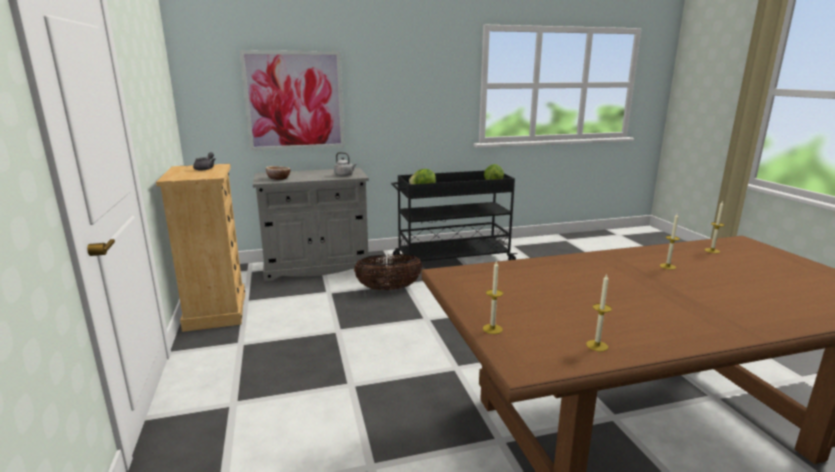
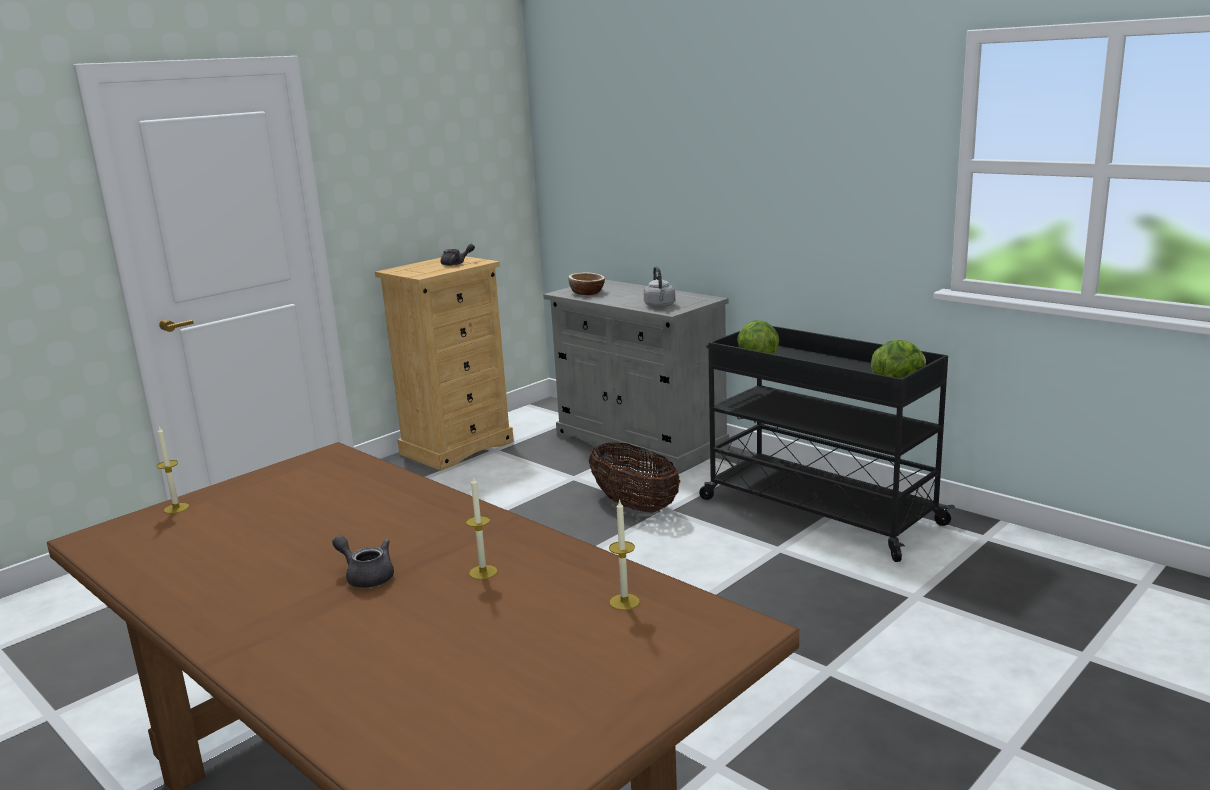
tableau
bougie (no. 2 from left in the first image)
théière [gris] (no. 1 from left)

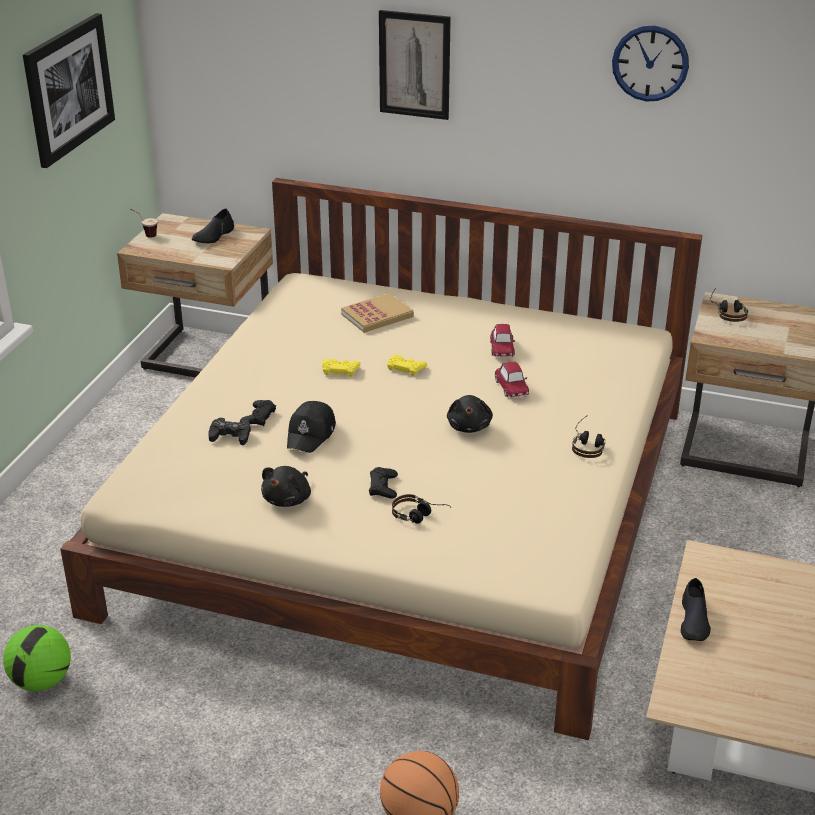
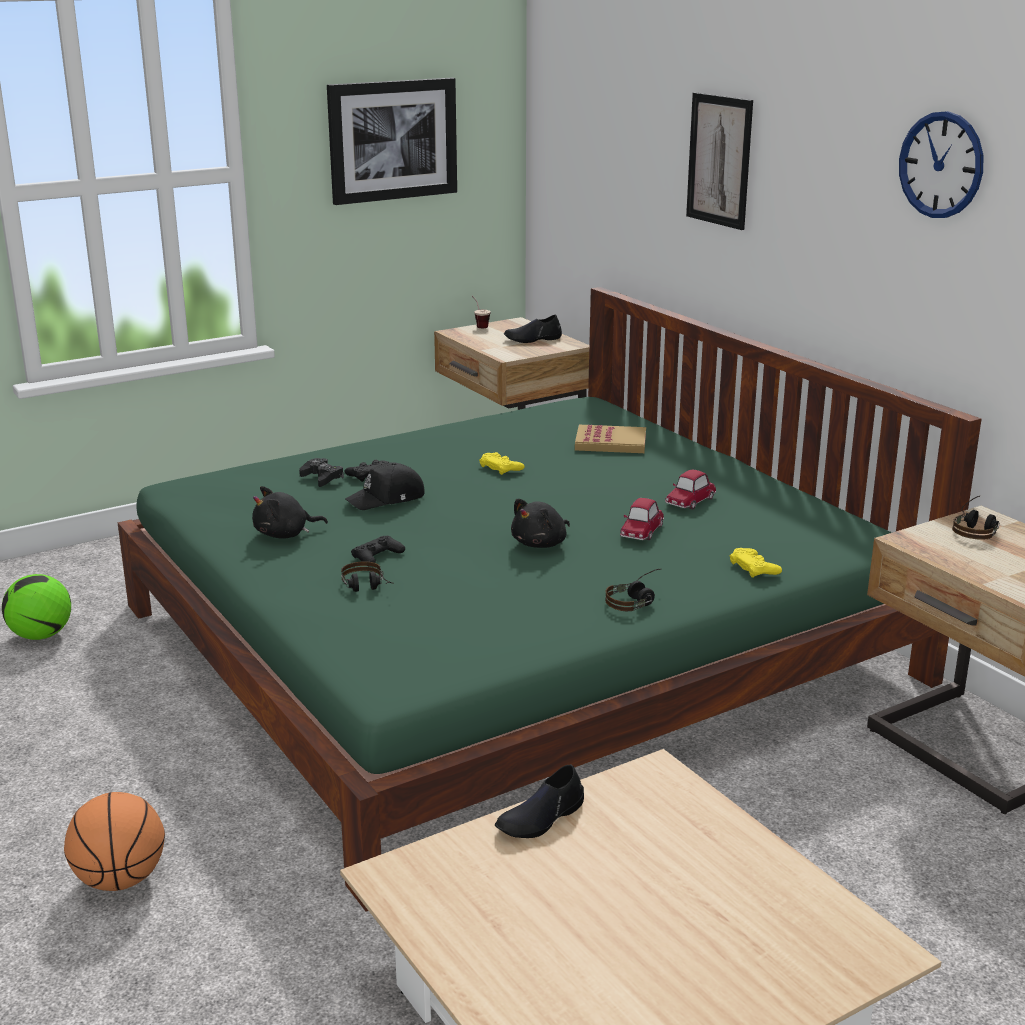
lit [vert]
manette [jaune] (no. 2 from left)

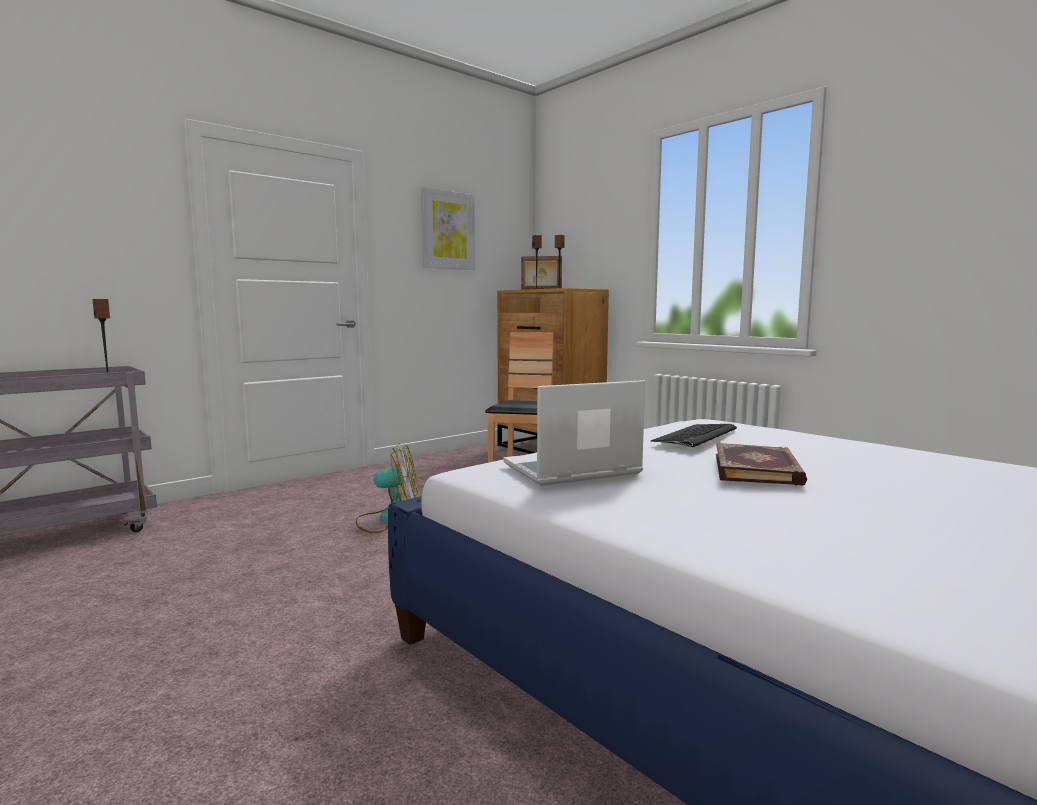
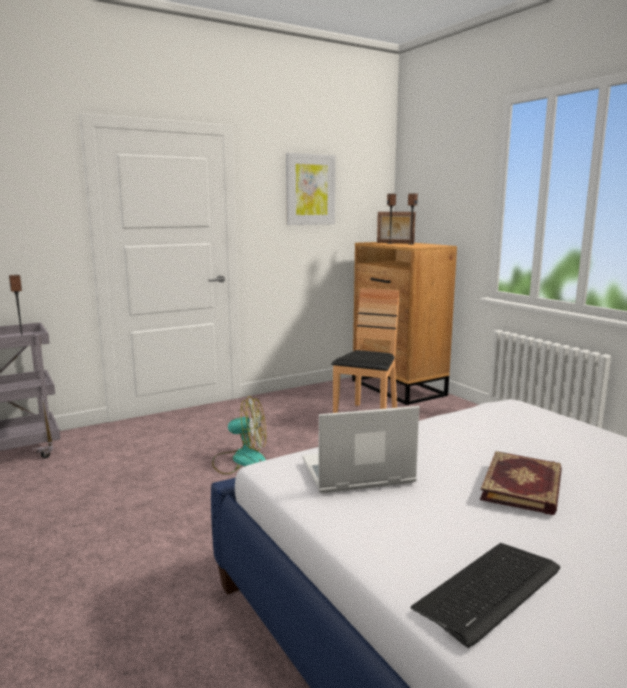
clavier

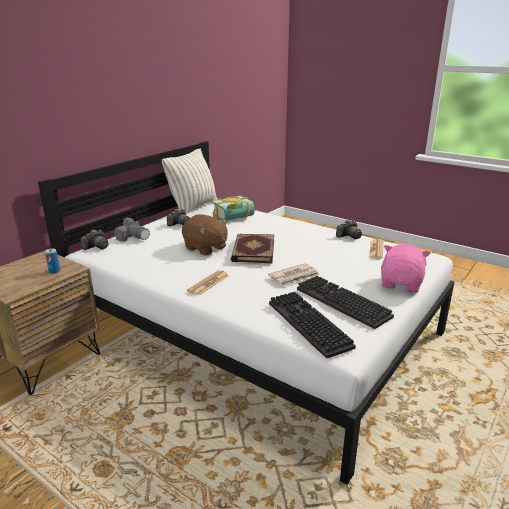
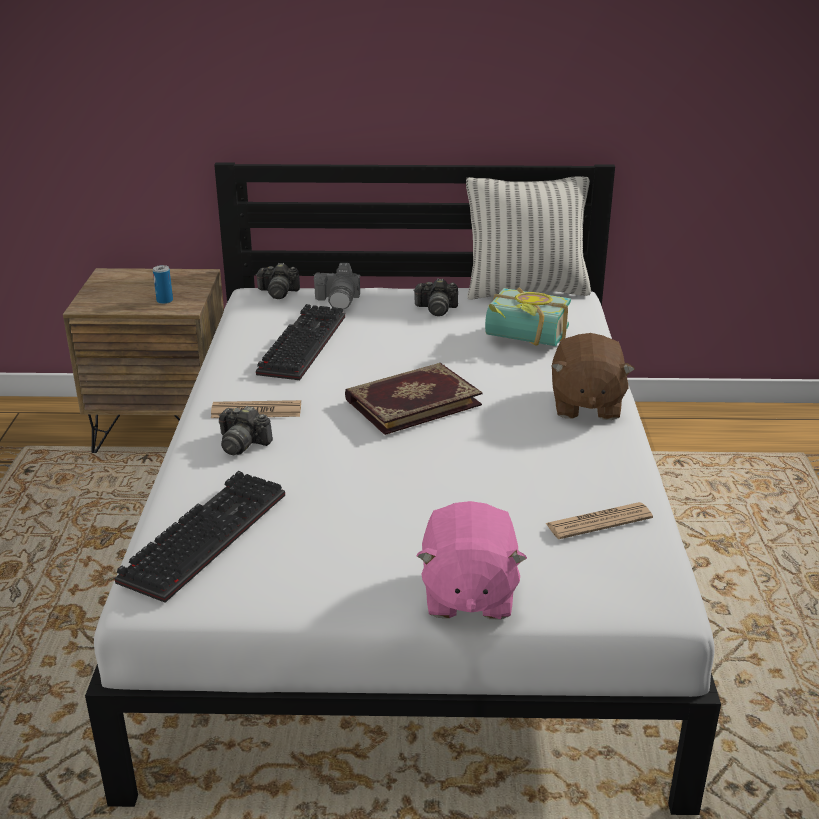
peluche [marron]
journal (no. 2 from left in the first image)
clavier (no. 2 from left)
appareil photo (no. 1 from left)
peluche [rose]

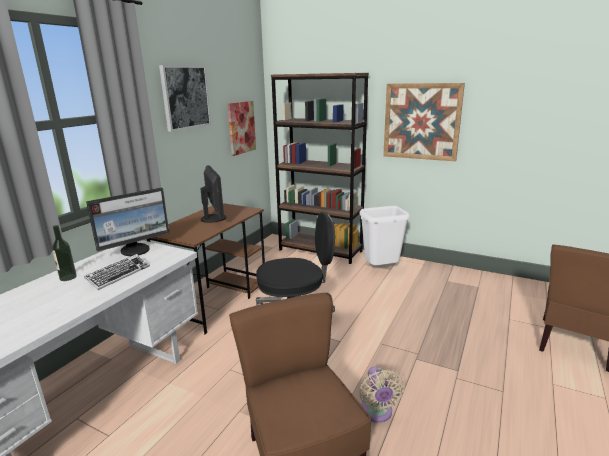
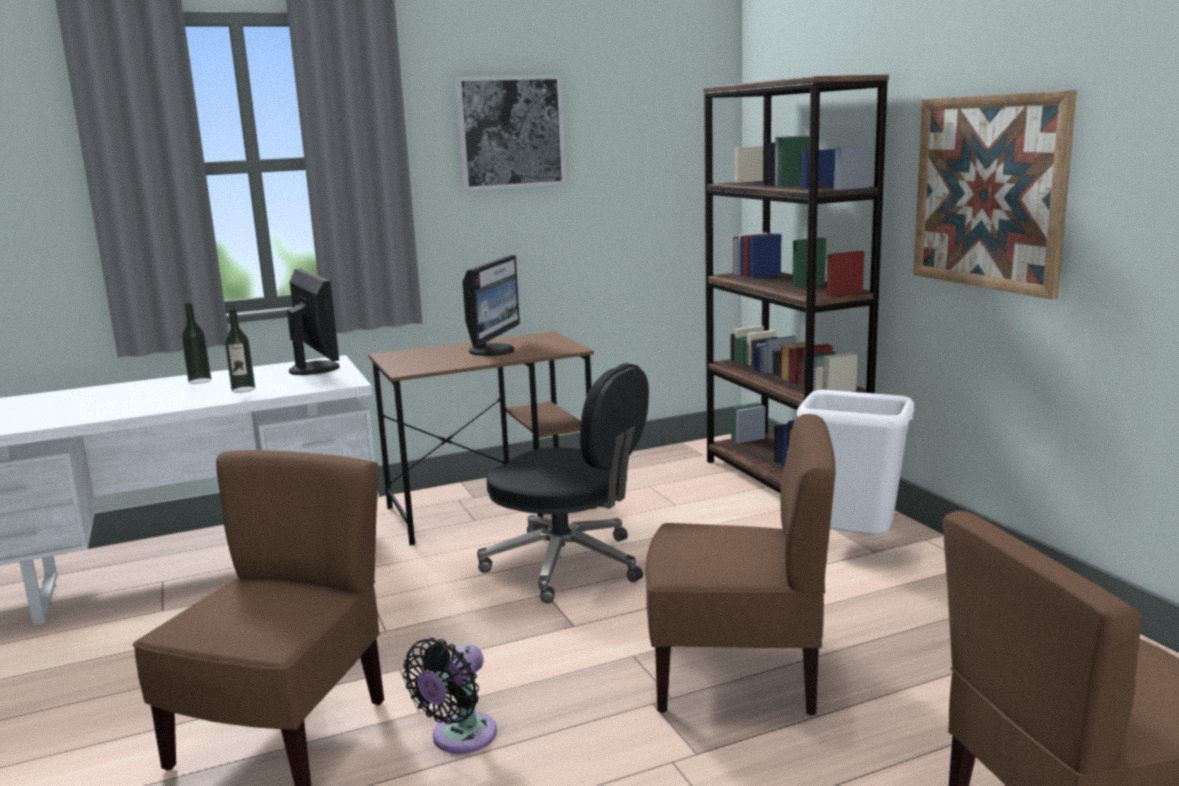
bouteille (no. 2 from left)
écran d'ordinateur (no. 1 from left)
tableau (no. 2 from left in the first image)
ventilateur [noir]
chaise [marron] (no. 2 from left)

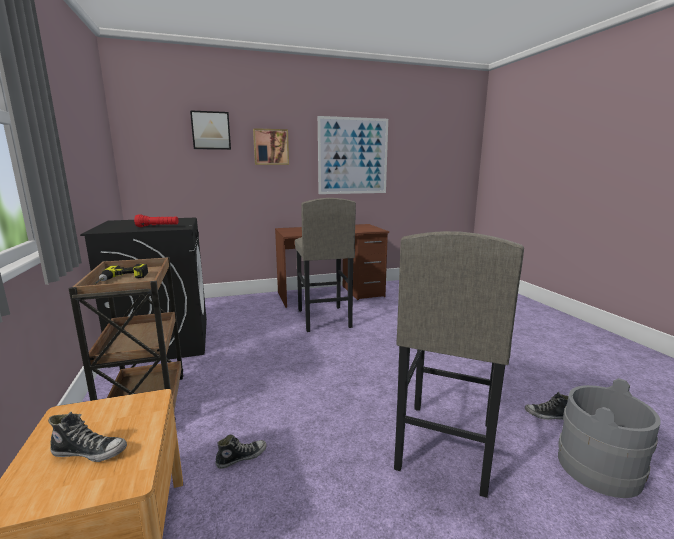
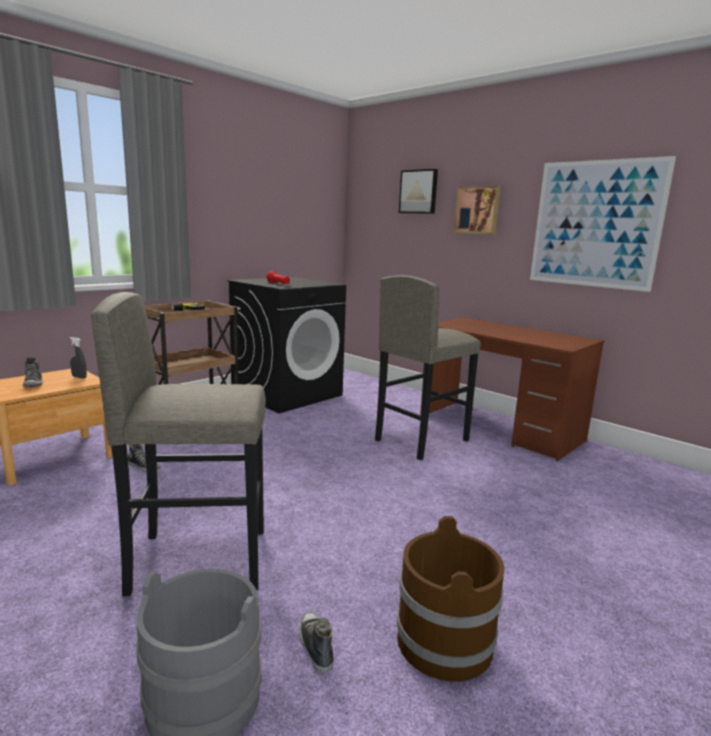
vaporisateur [gris]
seau [marron]

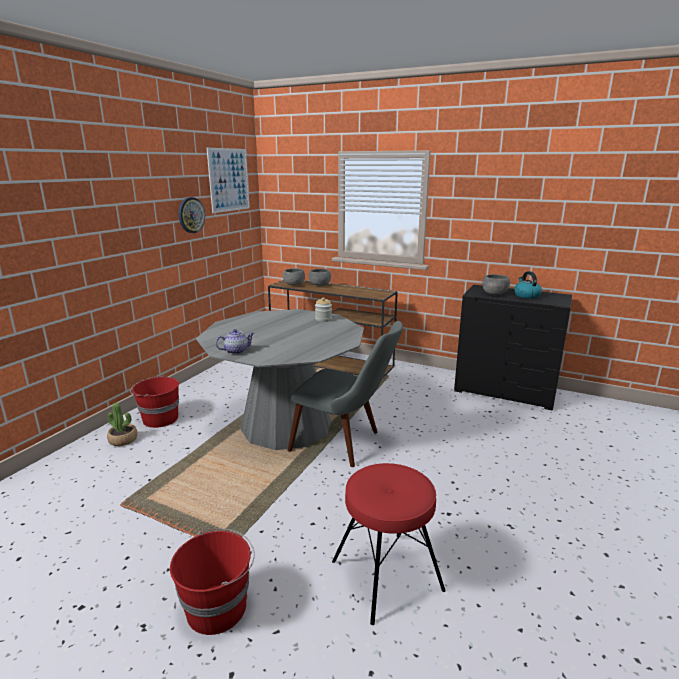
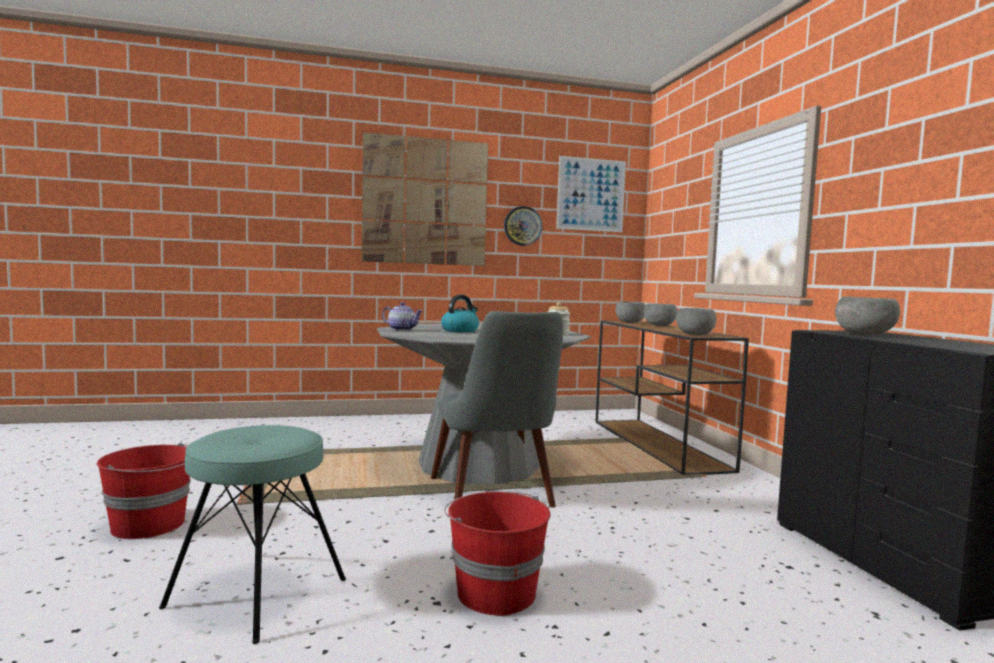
plante en pot
seau [rouge] (no. 2 from left)
tabouret [turquoise]
bouilloire
tableau (no. 1 from left)
bol [gris] (no. 3 from left)

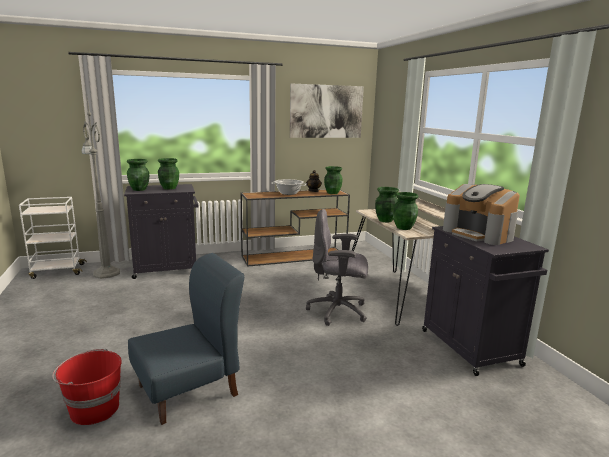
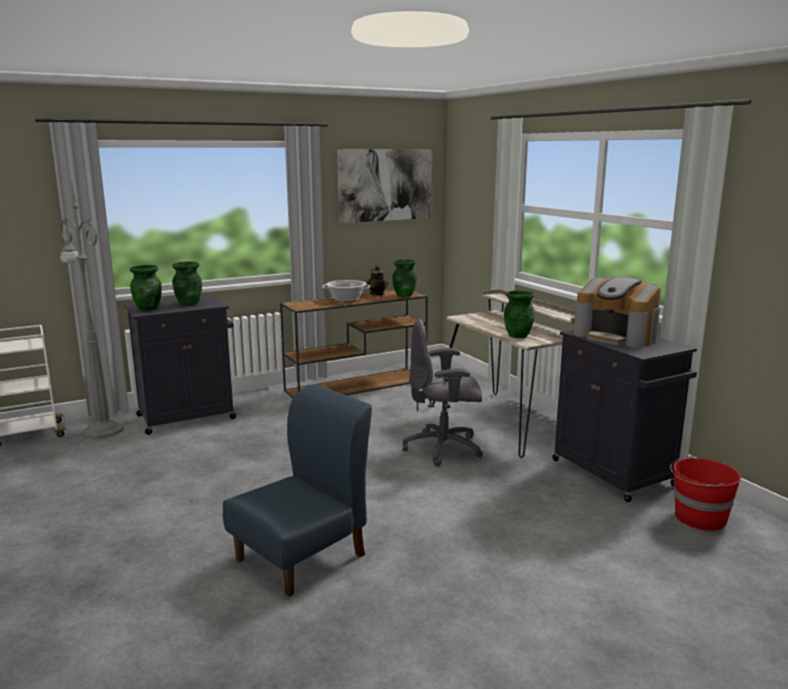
seau [rouge]
vase [vert] (no. 4 from left in the first image)

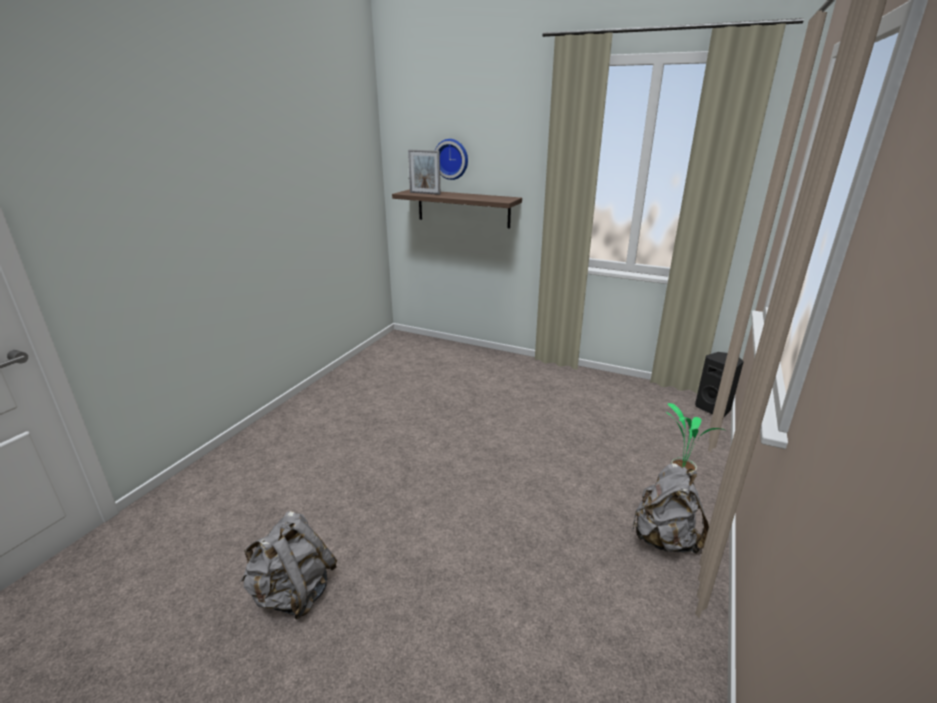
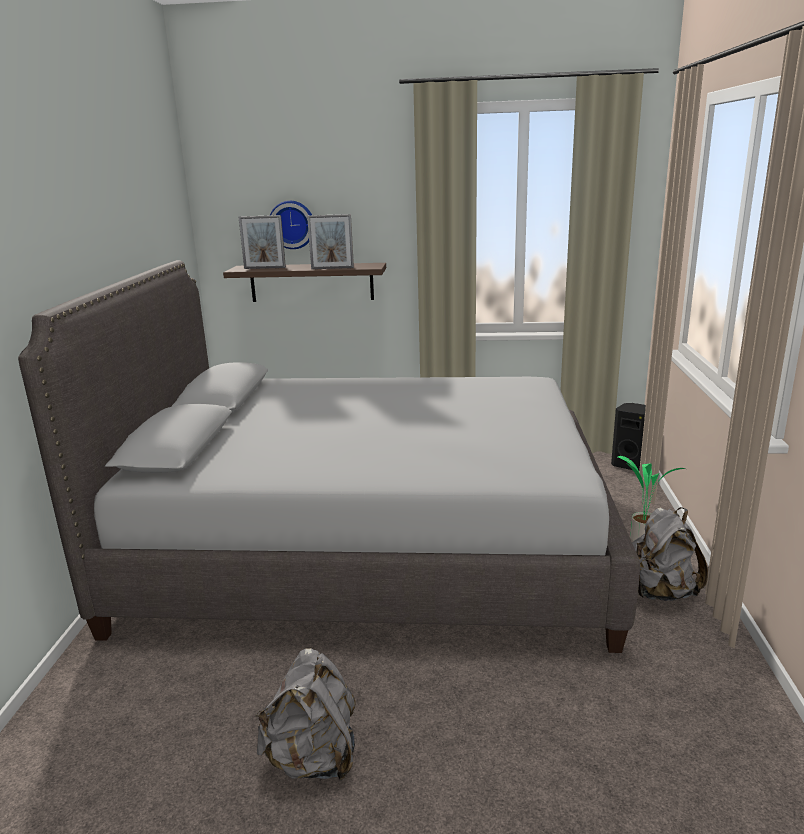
lit [gris]
cadre photo (no. 2 from left)

